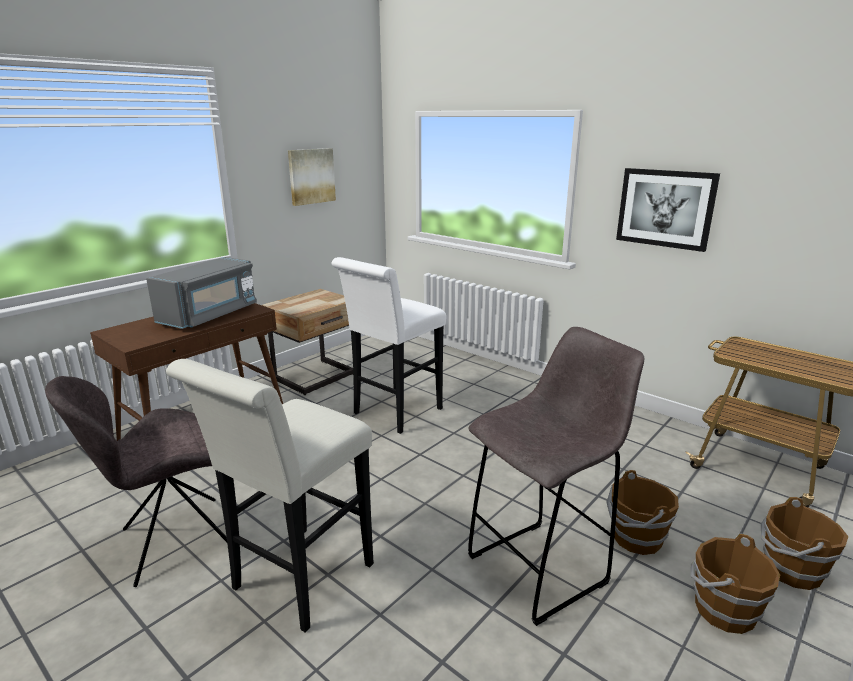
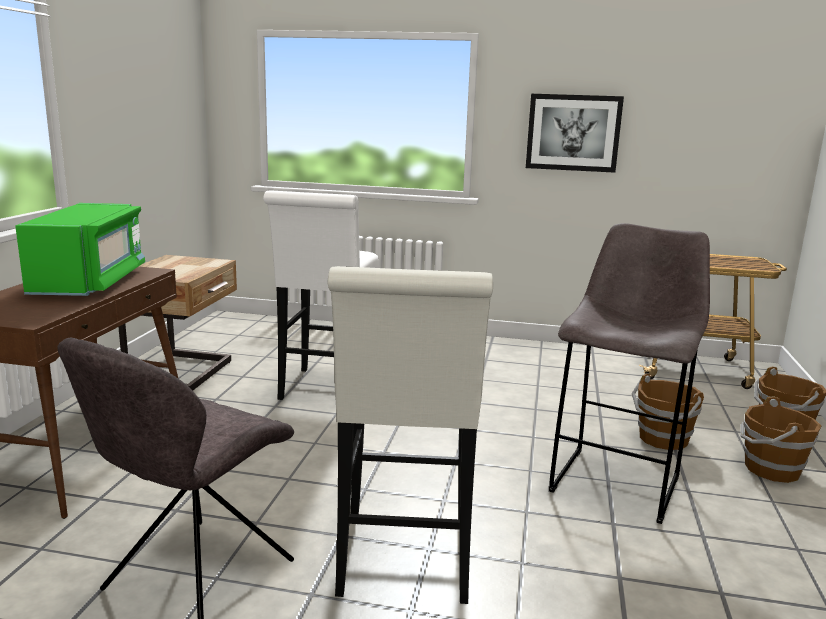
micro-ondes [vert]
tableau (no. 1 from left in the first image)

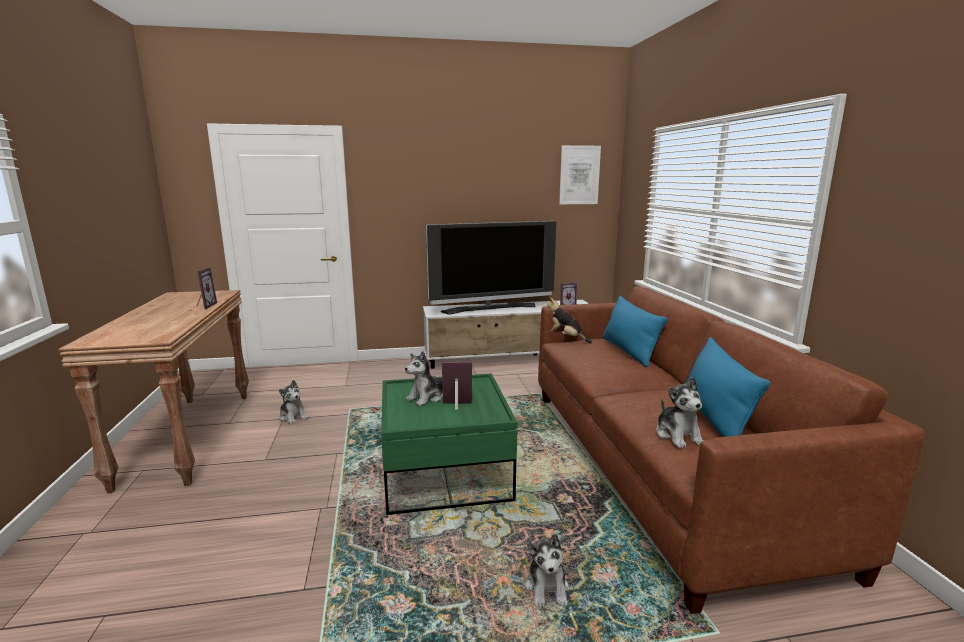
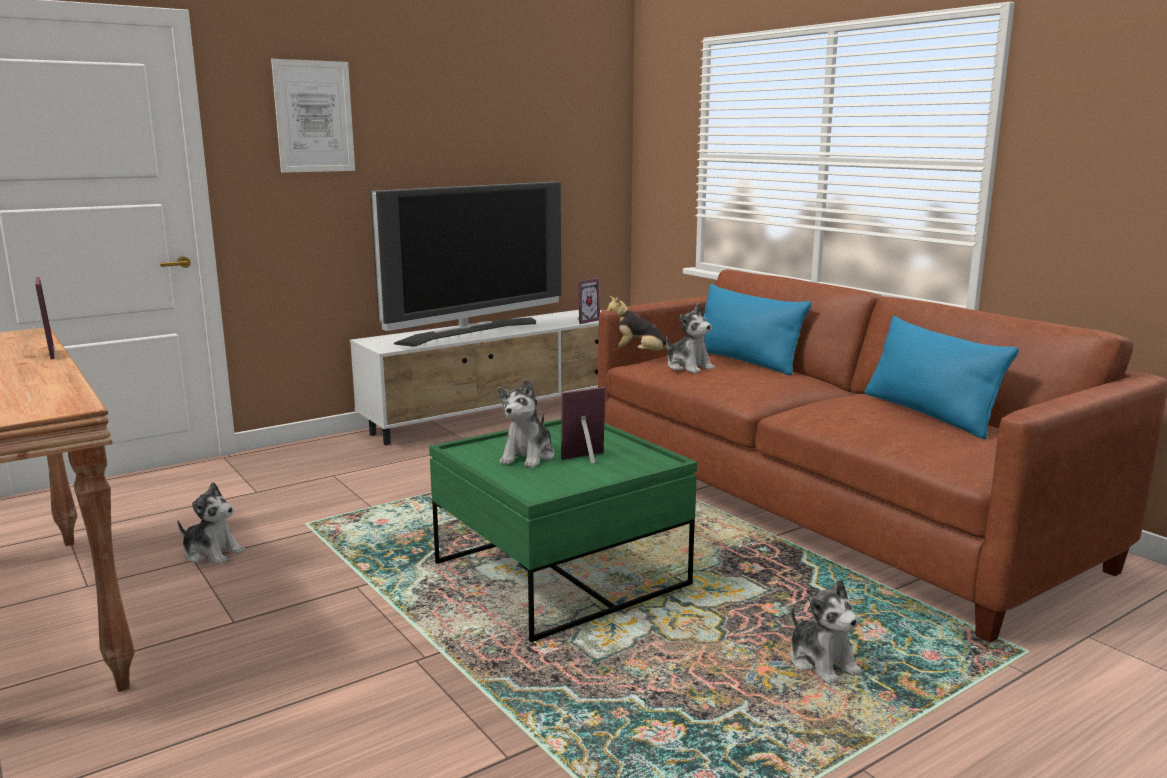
tableau
peluche (no. 4 from left)

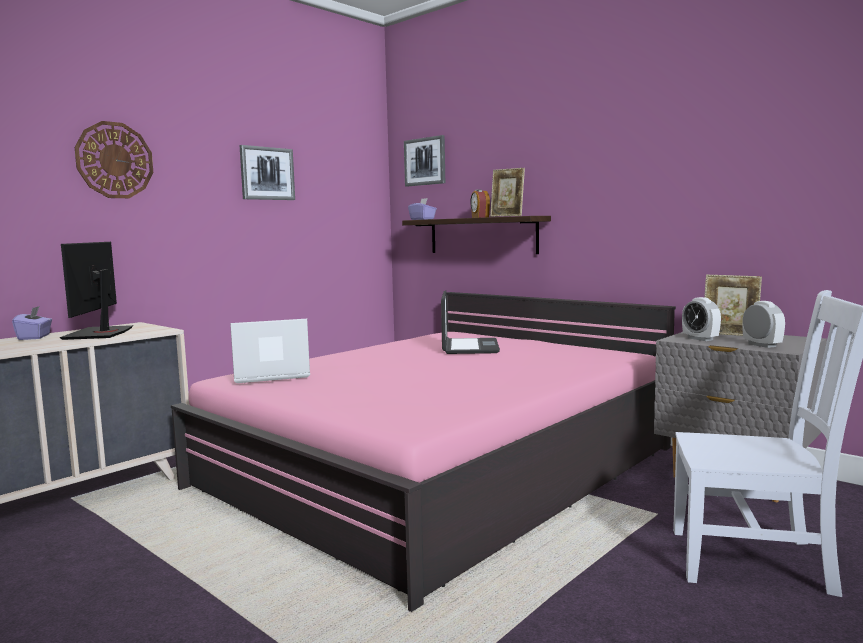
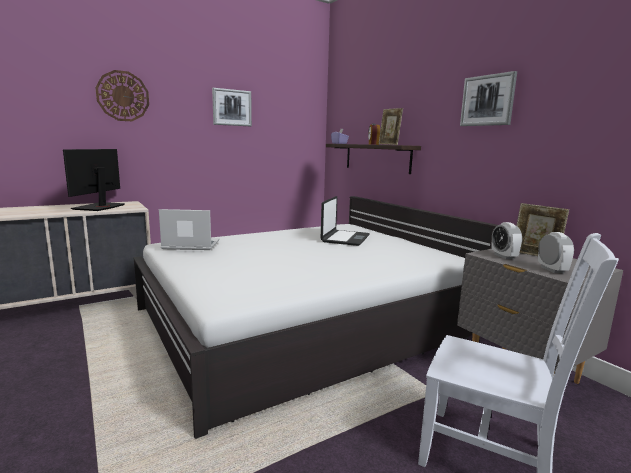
boîte à mouchoirs [violet] (no. 1 from left in the first image)
lit [blanc]
tableau (no. 2 from left)

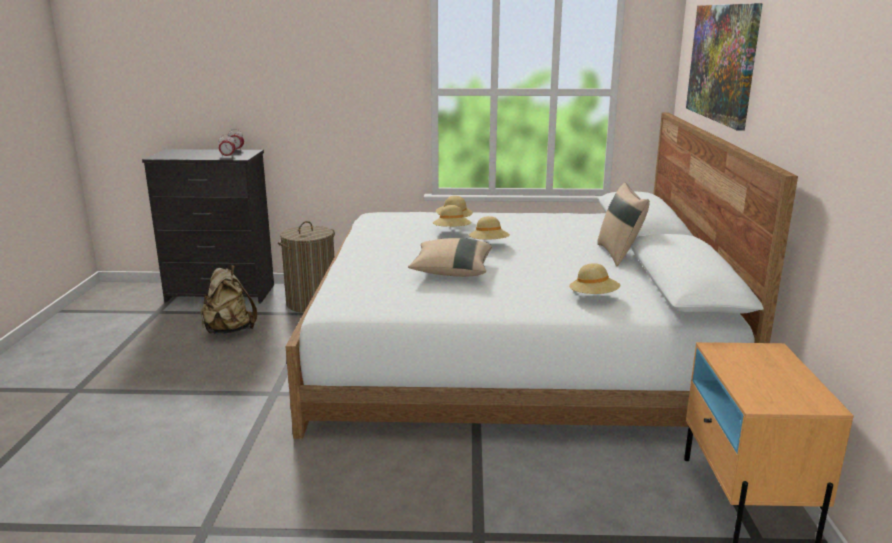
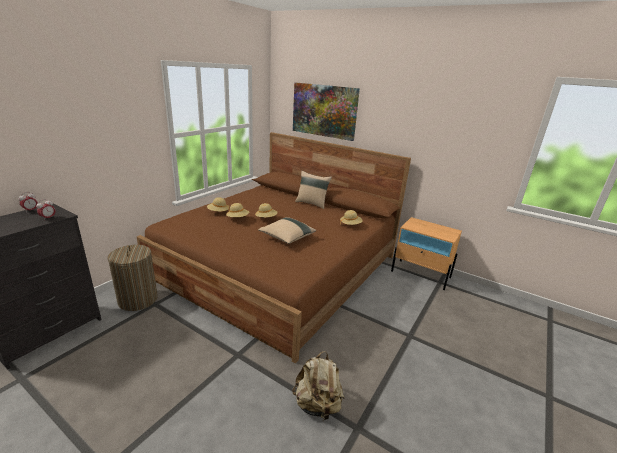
sac à dos [beige]
lit [marron]

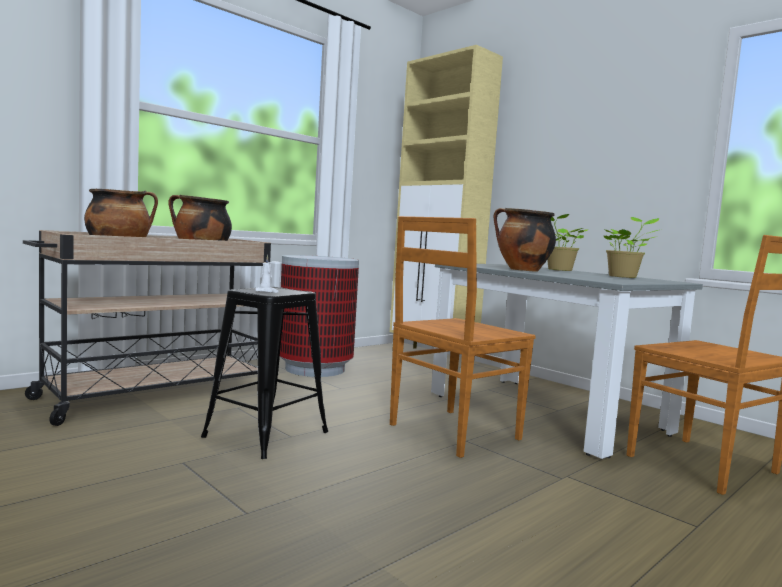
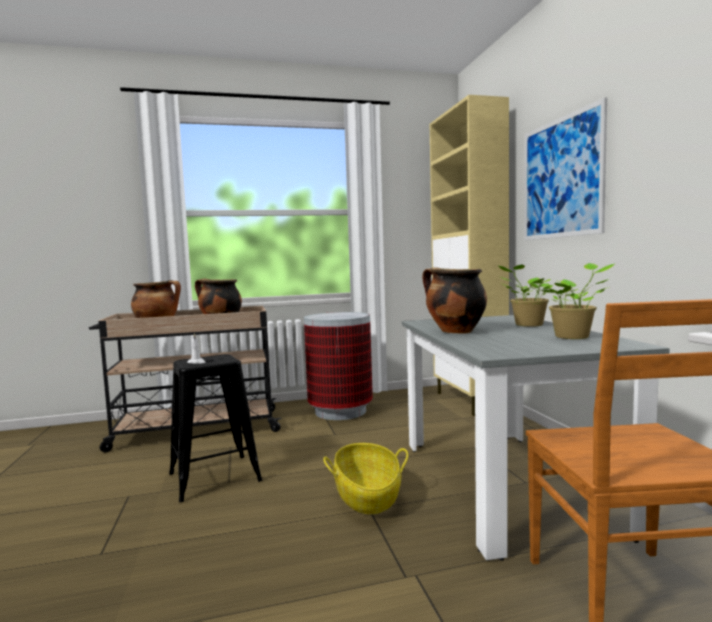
panier
tableau

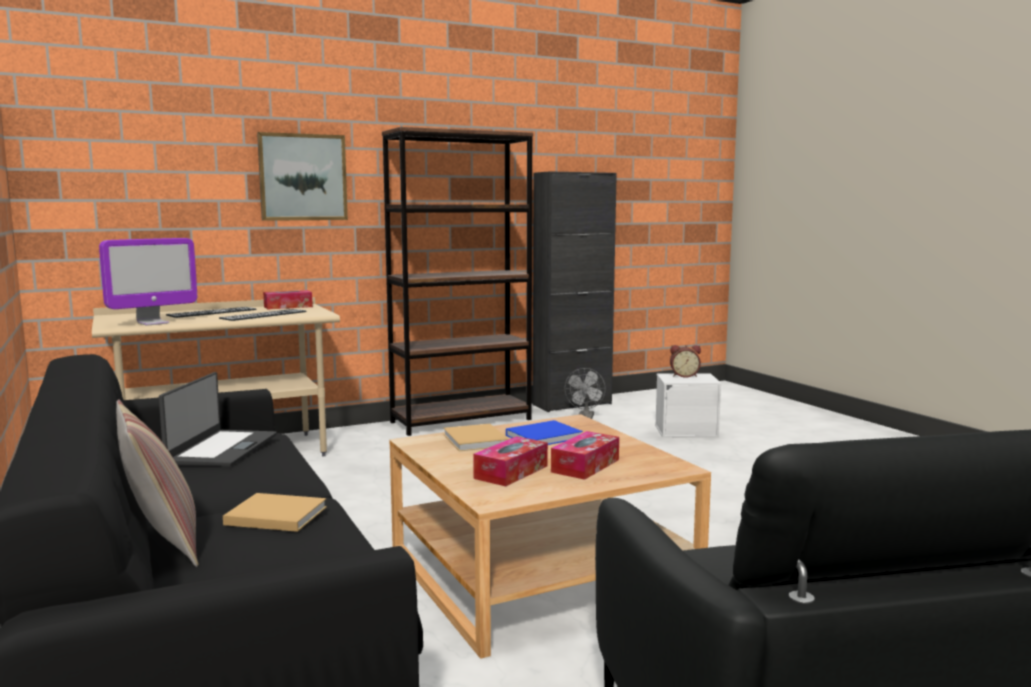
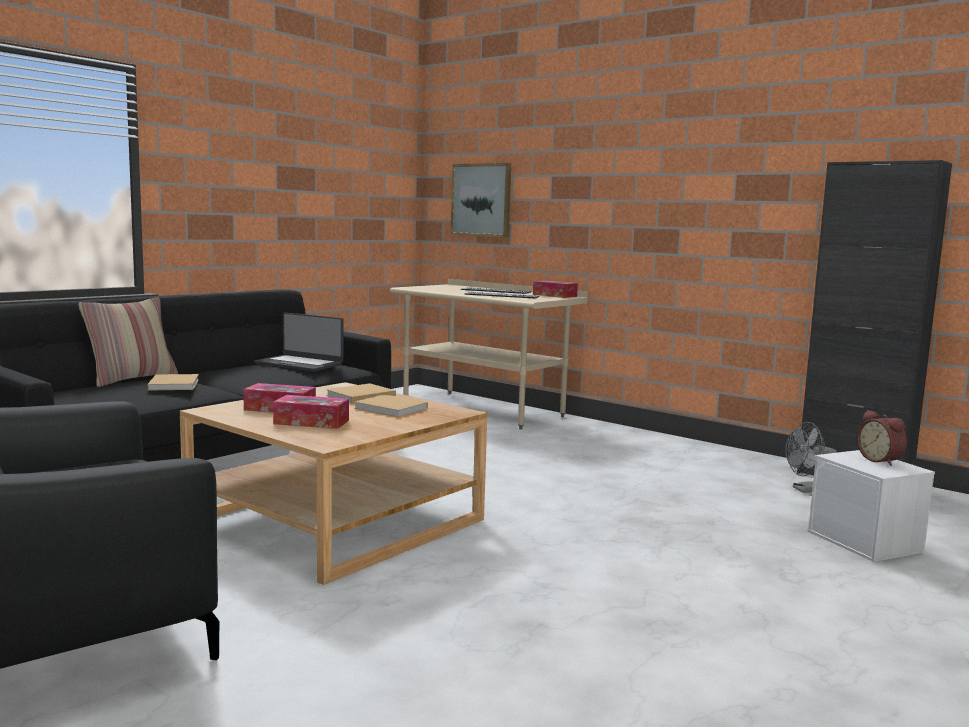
écran d'ordinateur
ordinateur portable
tableau
bibliothèque [marron]
livre [beige] (no. 3 from left)

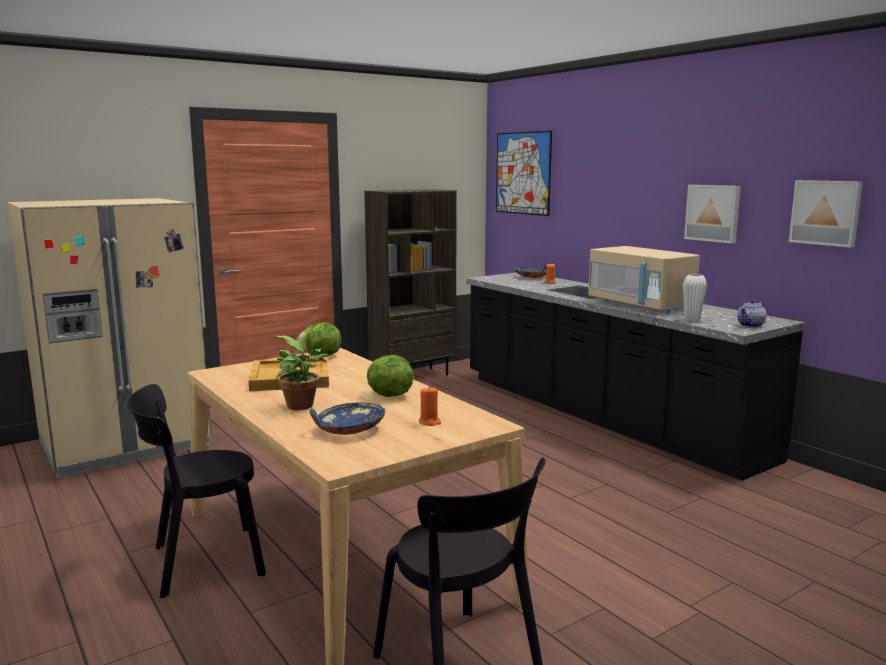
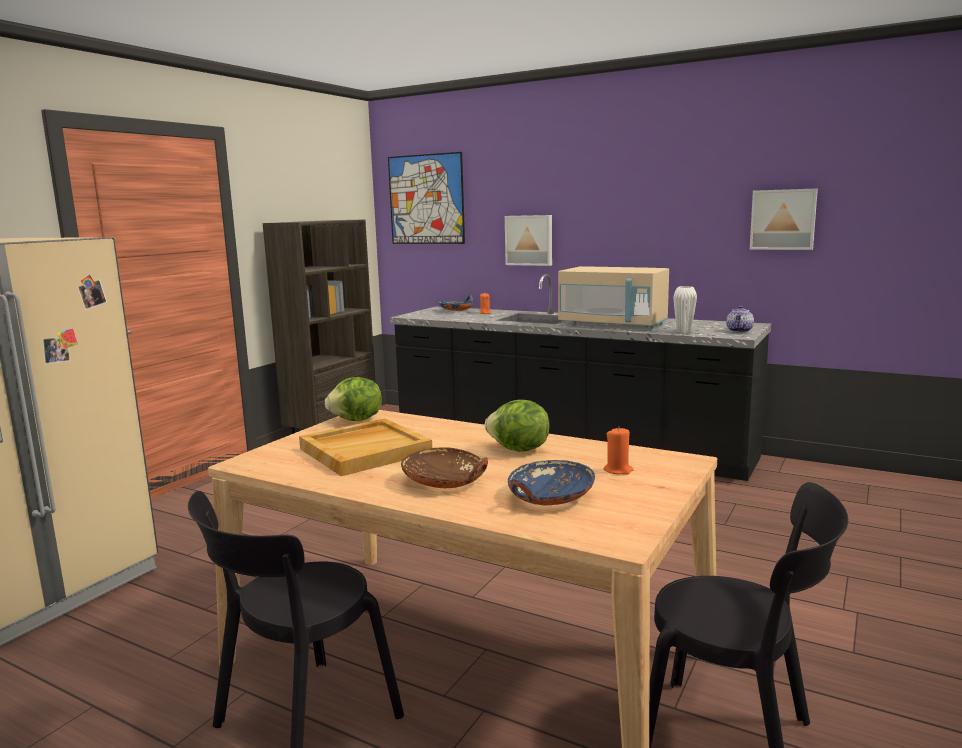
bol [marron]
tableau (no. 2 from left)

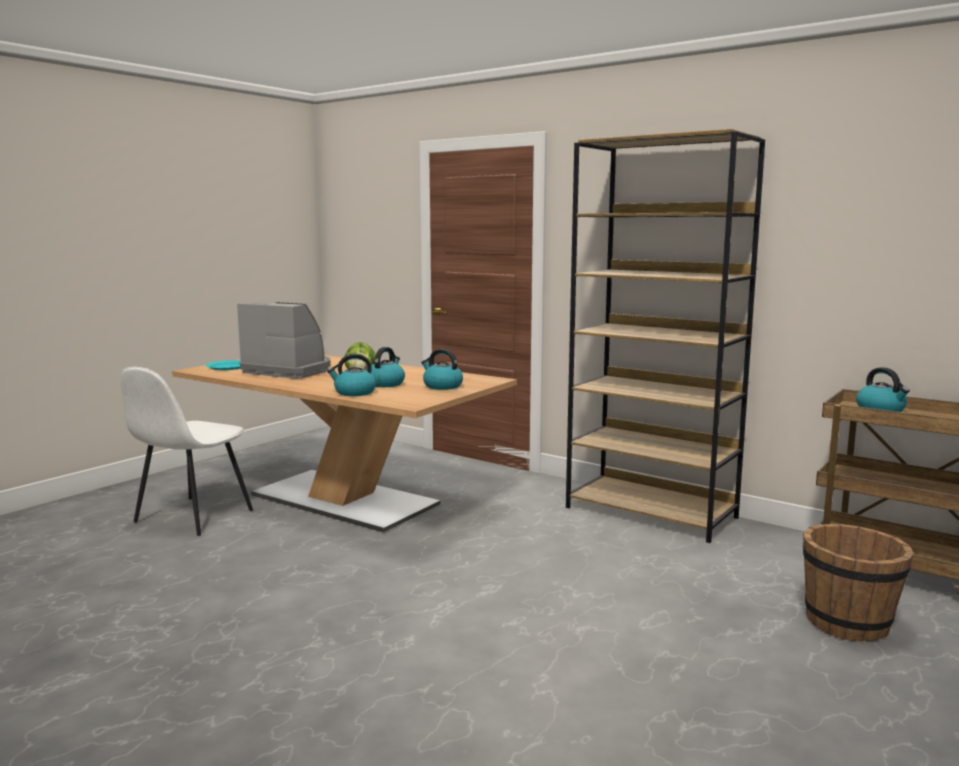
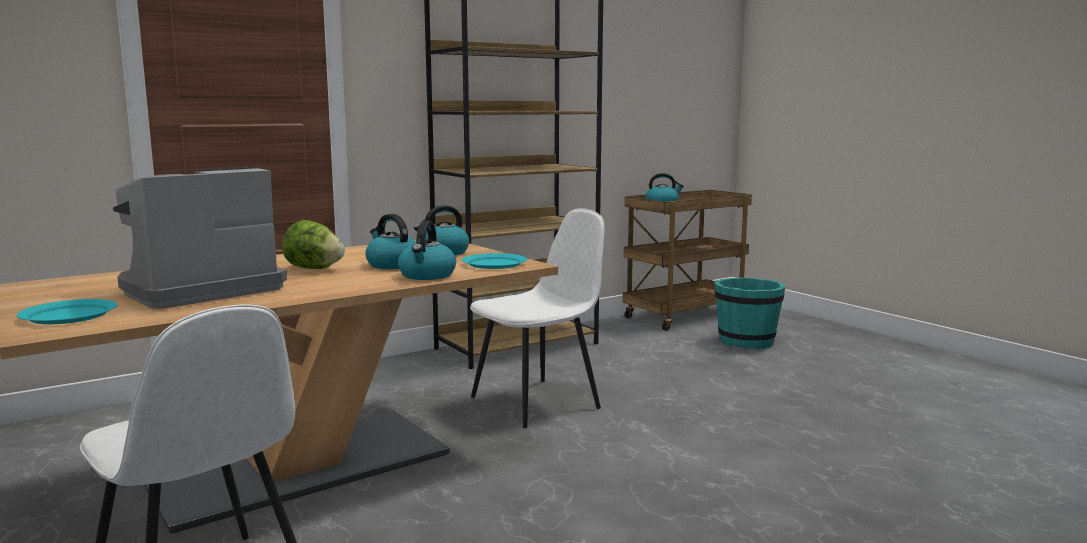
seau [turquoise]
assiette [turquoise] (no. 2 from left)
chaise [blanc] (no. 2 from left)

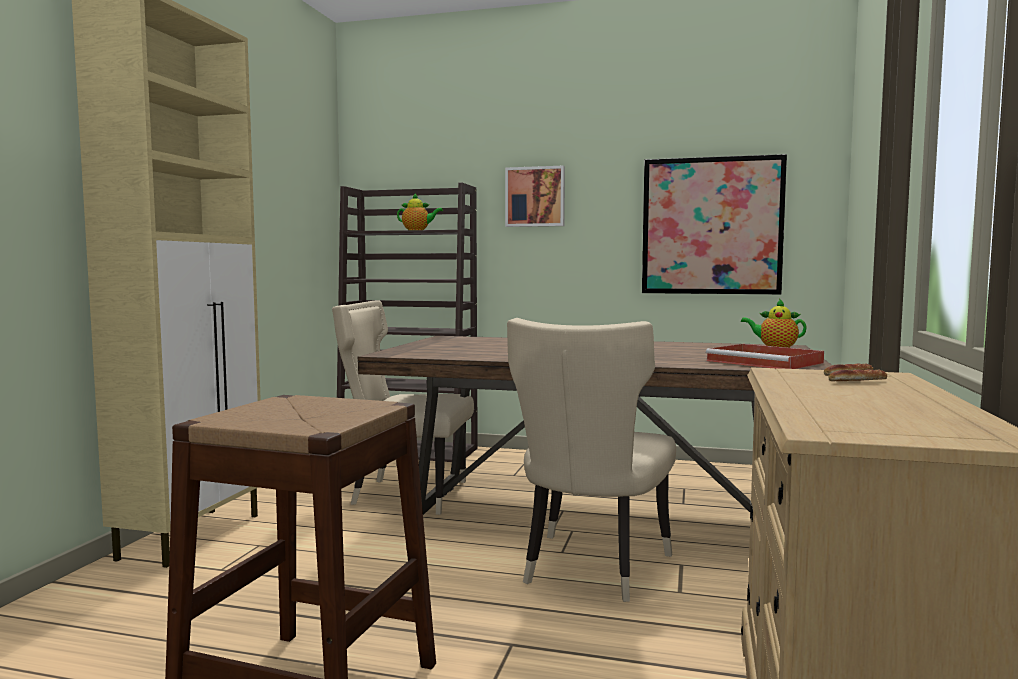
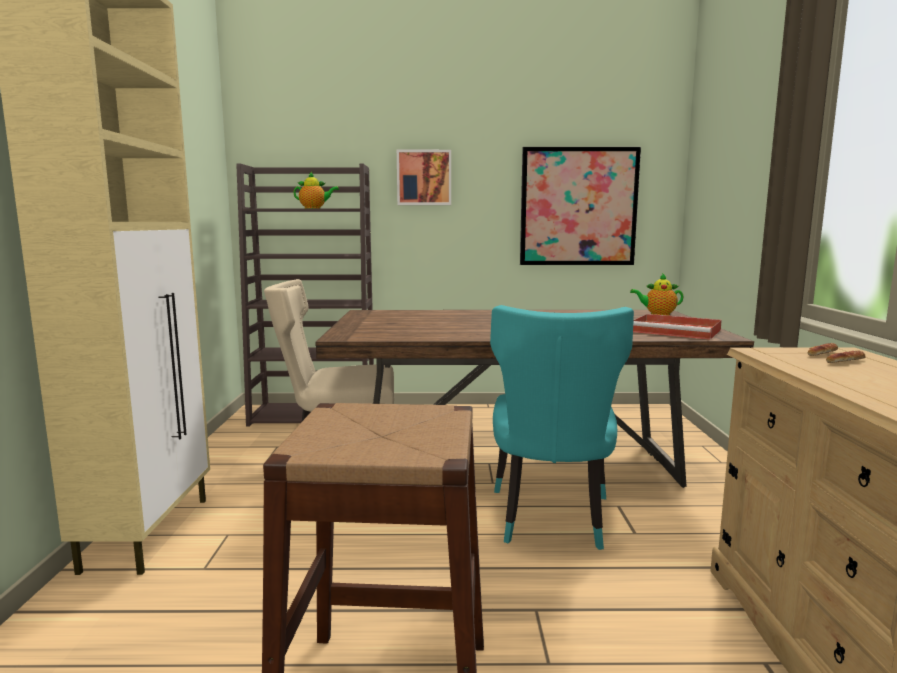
chaise [turquoise]

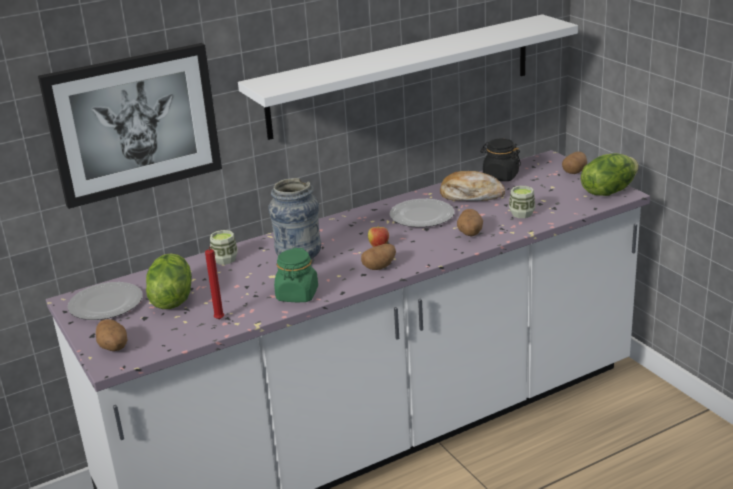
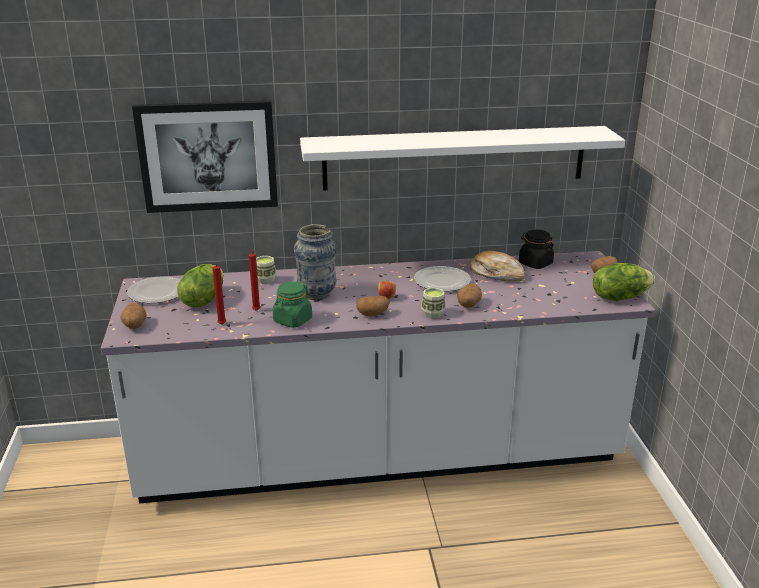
tasse (no. 2 from left)
bougie [rouge] (no. 2 from left)

